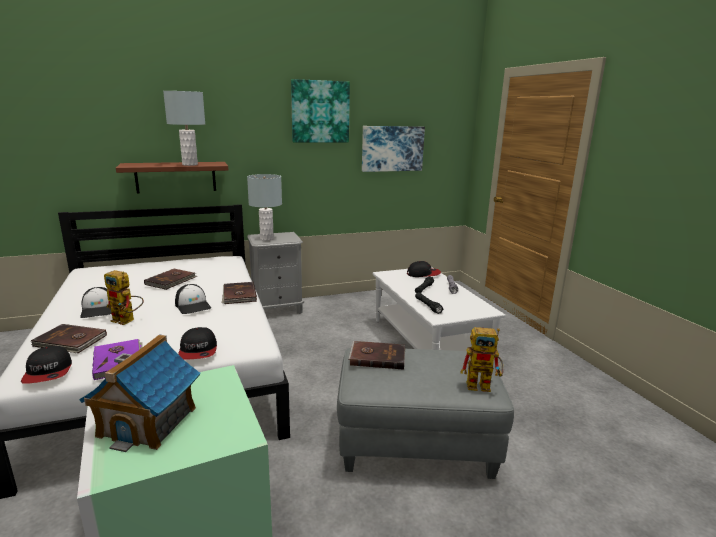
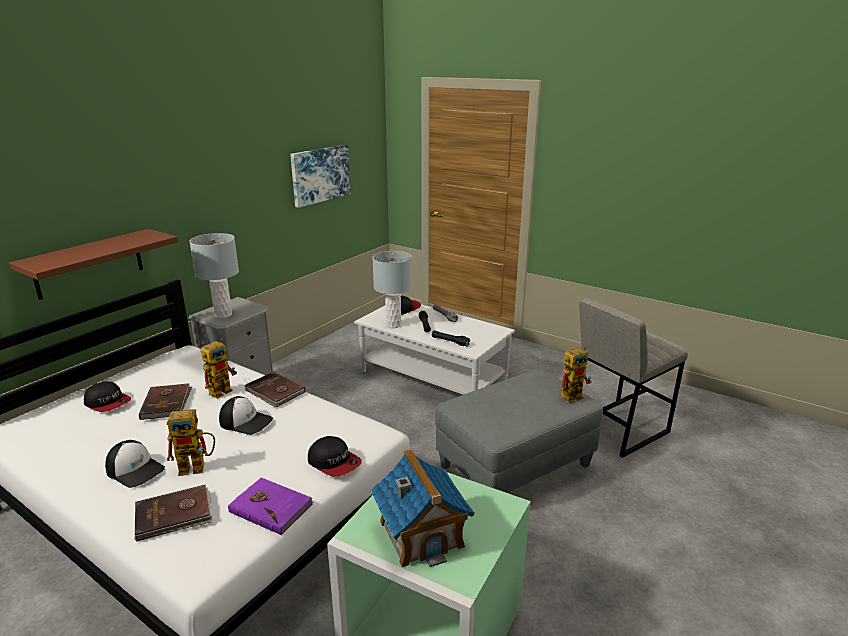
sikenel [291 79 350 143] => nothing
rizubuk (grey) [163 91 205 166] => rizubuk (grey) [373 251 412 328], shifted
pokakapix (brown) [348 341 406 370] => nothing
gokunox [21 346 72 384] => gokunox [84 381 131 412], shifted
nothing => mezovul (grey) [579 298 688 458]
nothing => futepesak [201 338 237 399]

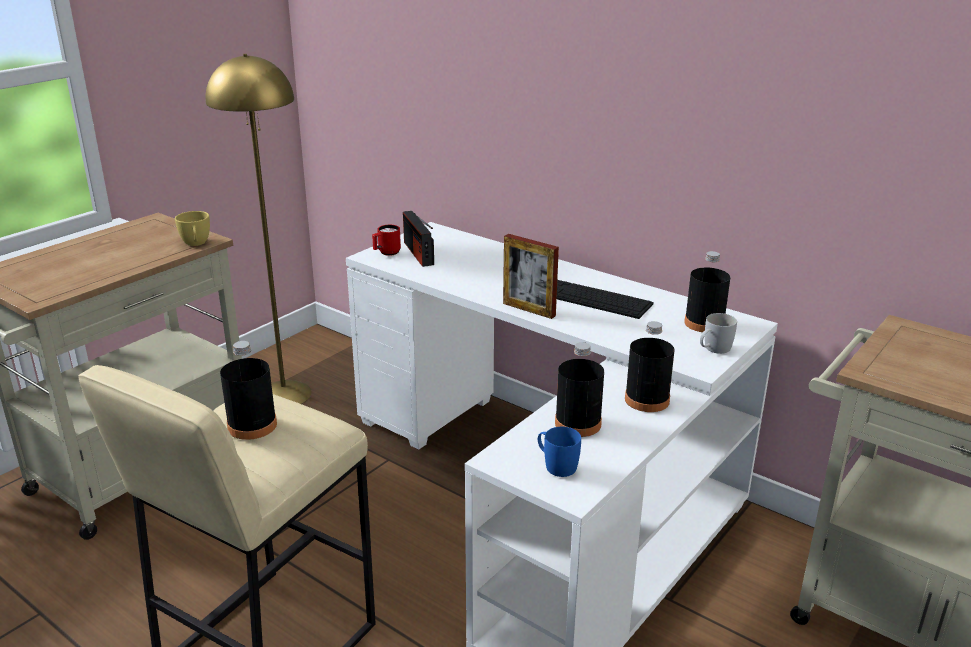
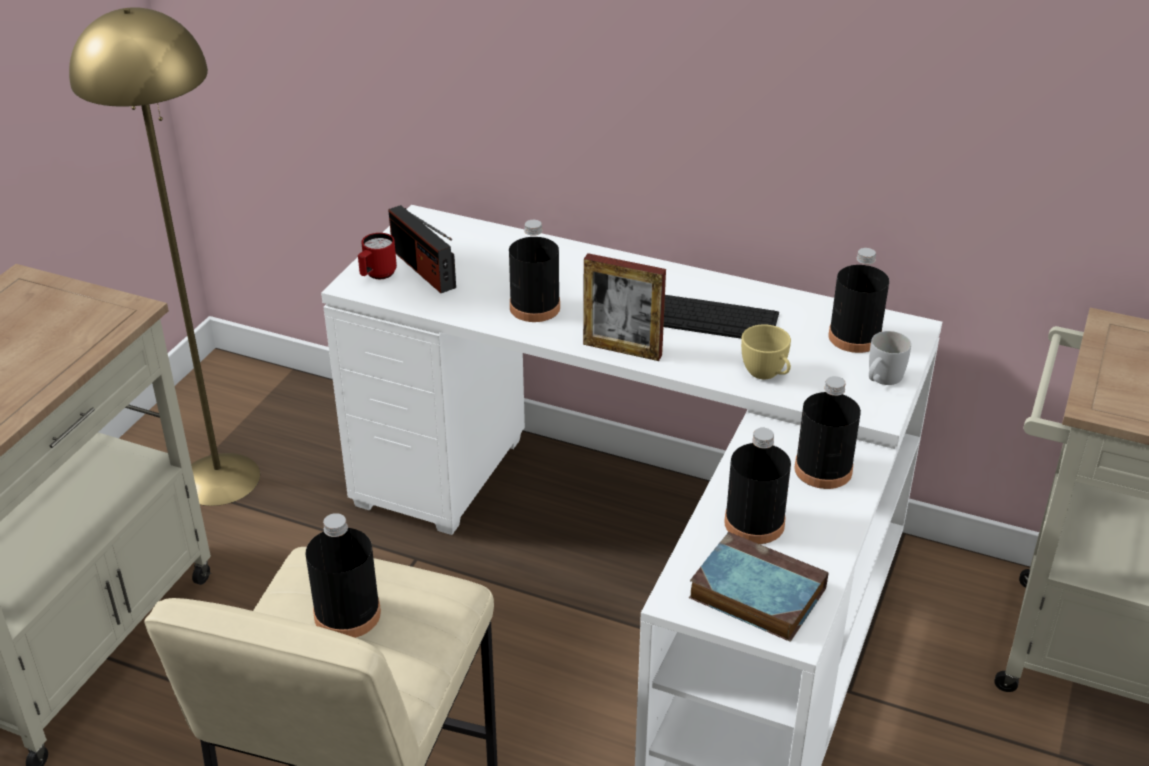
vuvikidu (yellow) [175 211 210 246] => vuvikidu (yellow) [741 324 791 379], shifted
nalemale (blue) [538 427 581 477] => pokakapix [689 532 828 642]
nothing => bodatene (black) [509 220 560 322]

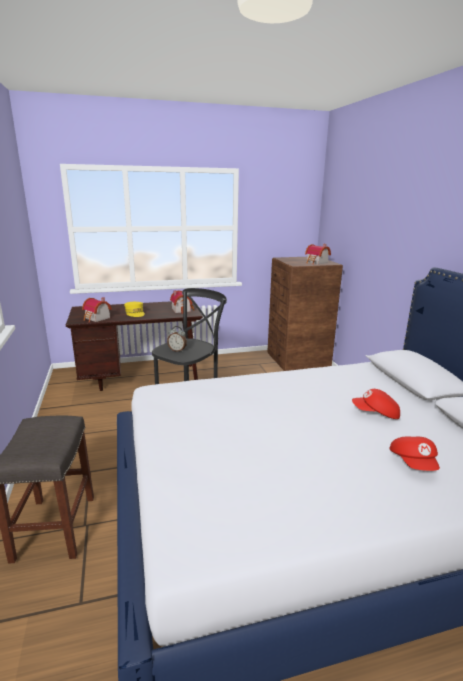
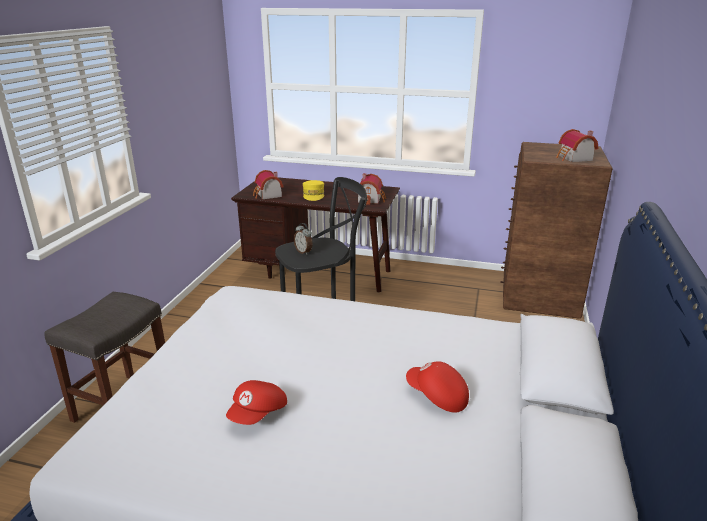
gokunox (red) [390 437 440 471] => gokunox (red) [226 380 287 425], shifted

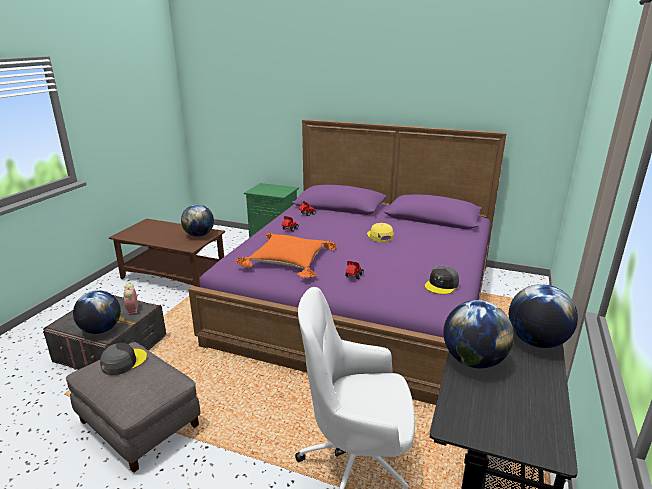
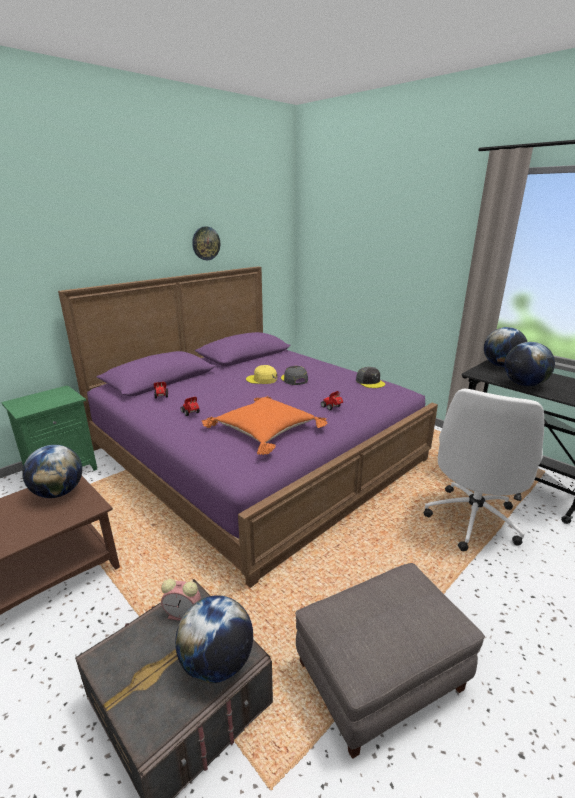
gokunox (grey) [100 343 147 376] => gokunox (grey) [281 366 308 385], shifted
nothing => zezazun [192 227 220 260]

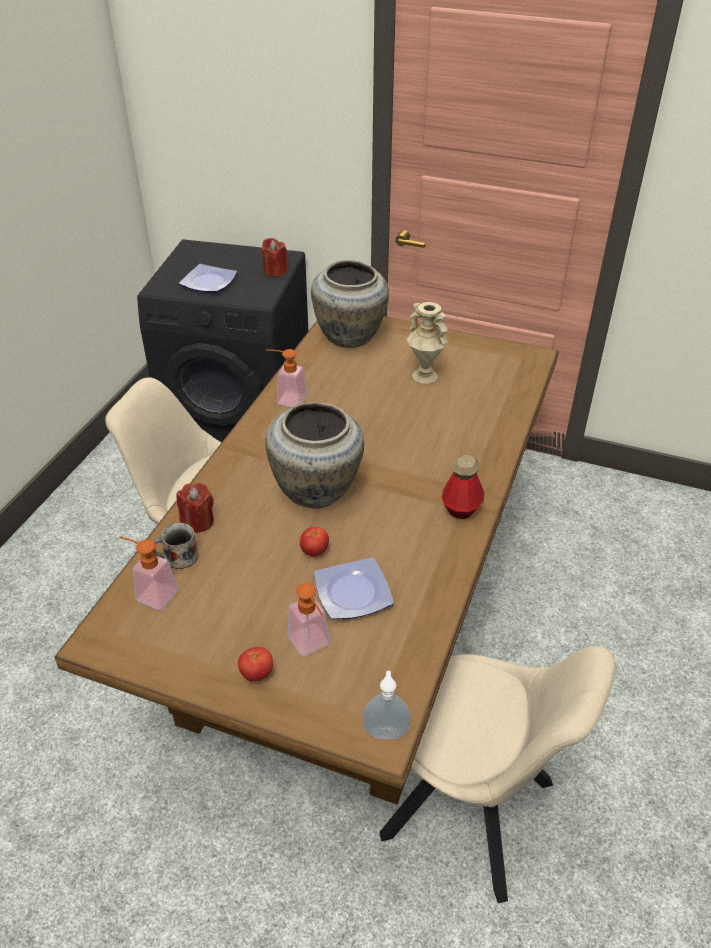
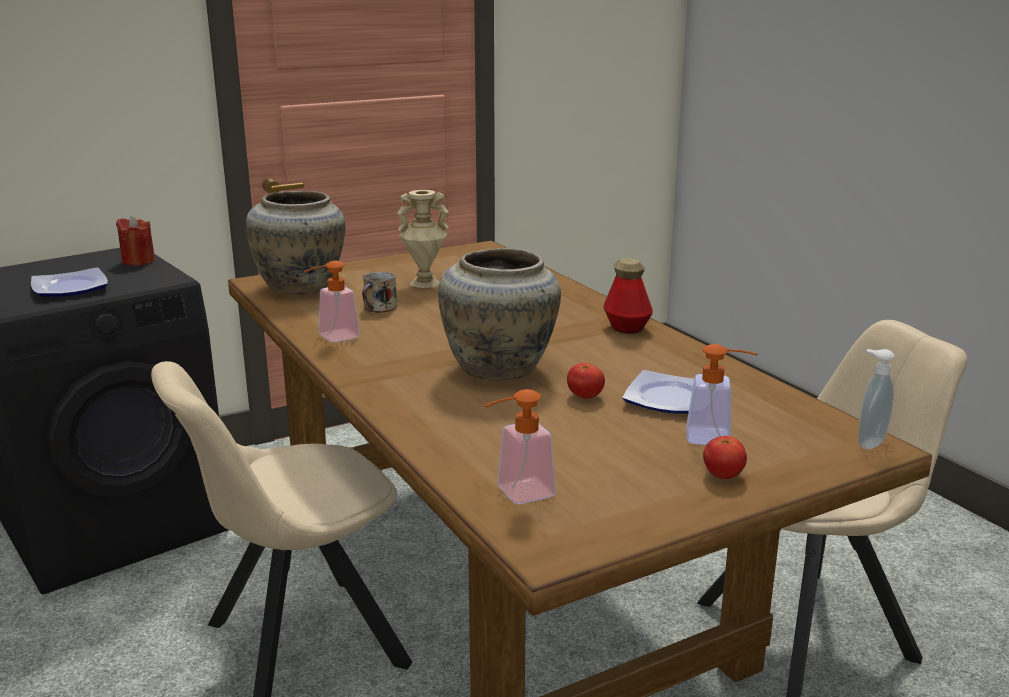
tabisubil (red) [176 483 214 533] => nothing
nalemale [153 523 198 569] => nalemale [362 272 397 313], shifted

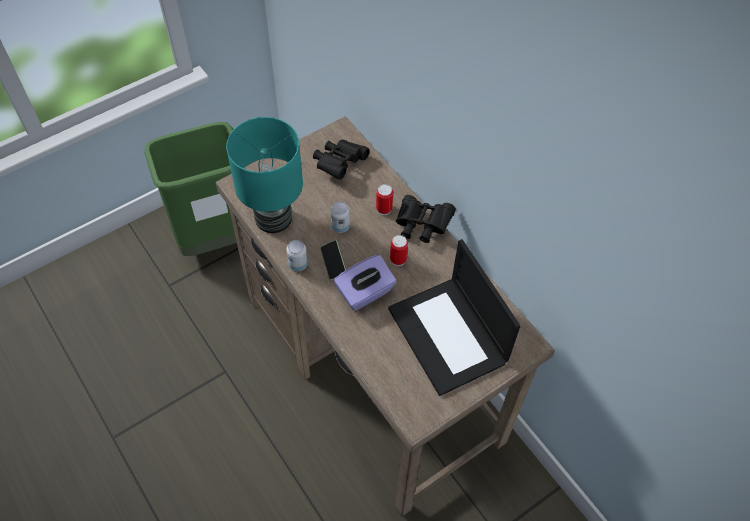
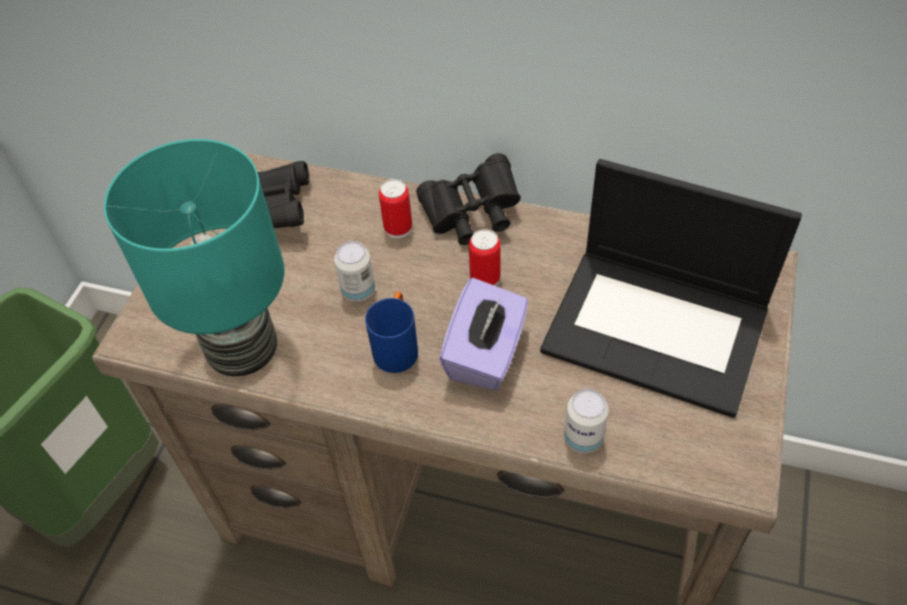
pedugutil [286 240 308 271] => pedugutil [564 389 609 453], shifted
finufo [320 240 346 280] => nalemale (blue) [365 291 418 373]

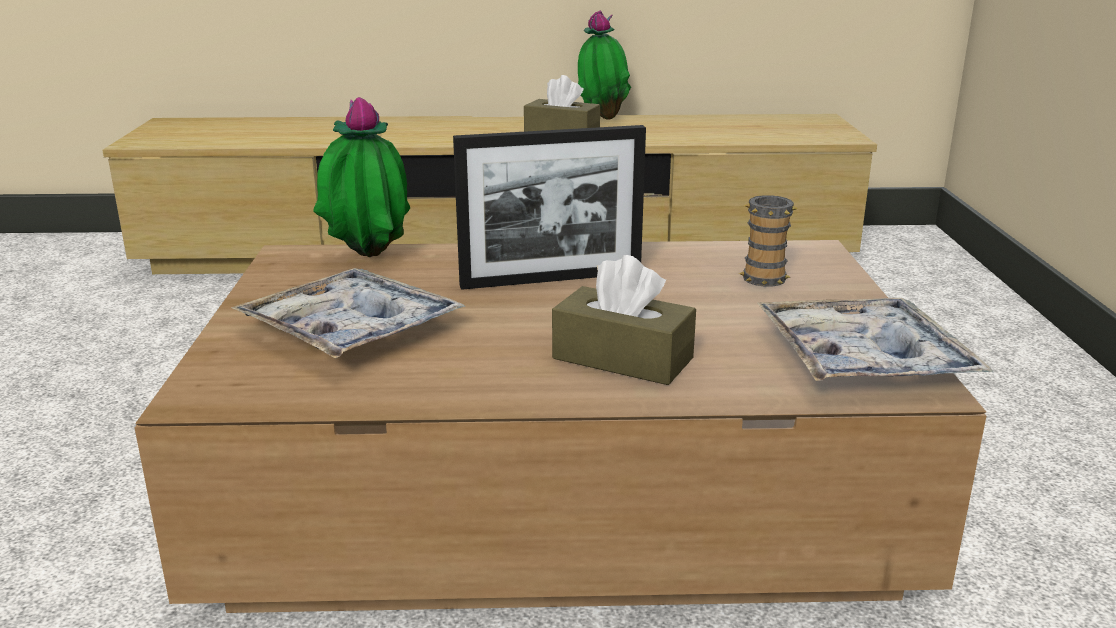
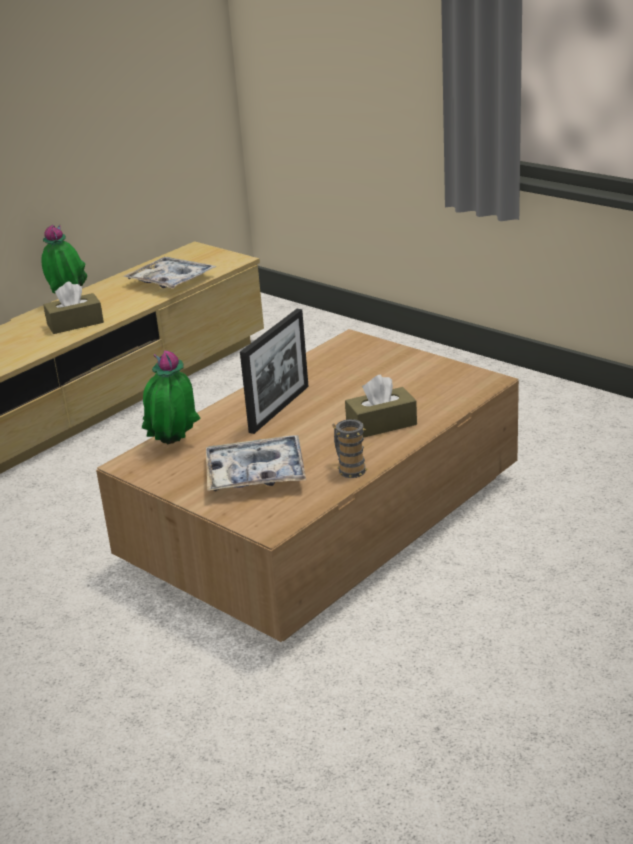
nalemale [739 195 798 287] => nalemale [332 419 368 478], shifted
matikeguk [757 298 993 381] => matikeguk [123 257 216 289], shifted

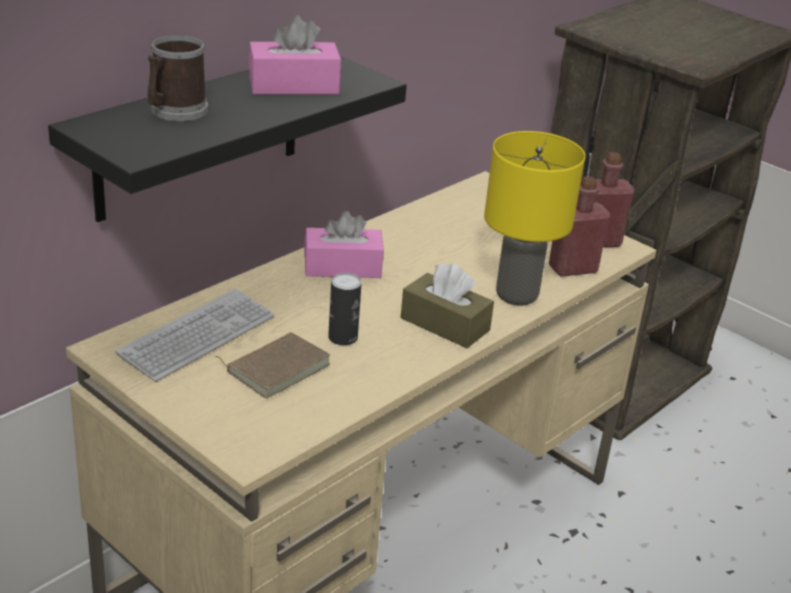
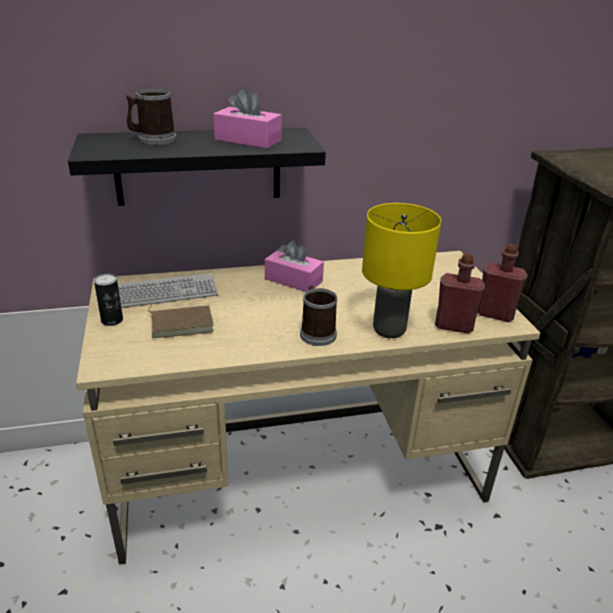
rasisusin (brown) [401 263 494 348] => nalemale [300 285 337 346]
pedugutil [328 273 362 345] => pedugutil [94 274 123 326], shifted

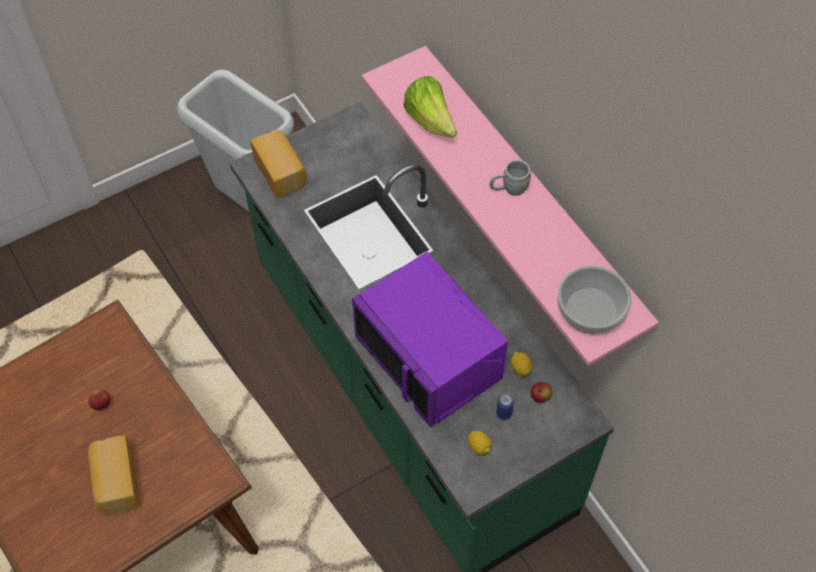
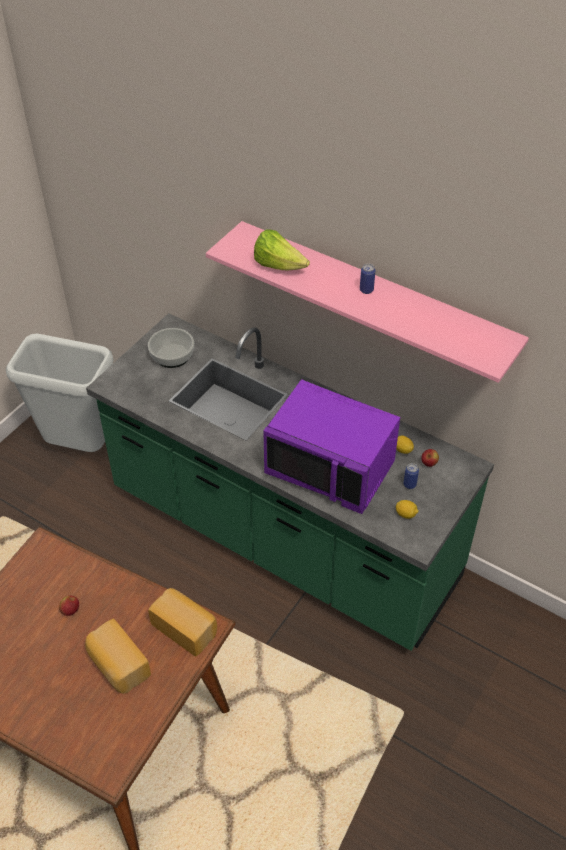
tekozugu [250 130 306 198] => tekozugu [148 588 217 656], shifted
nalemale (grey) [490 160 531 196] => pedugutil [360 263 375 294]
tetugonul [557 266 631 334] => tetugonul [148 328 194 368], shifted

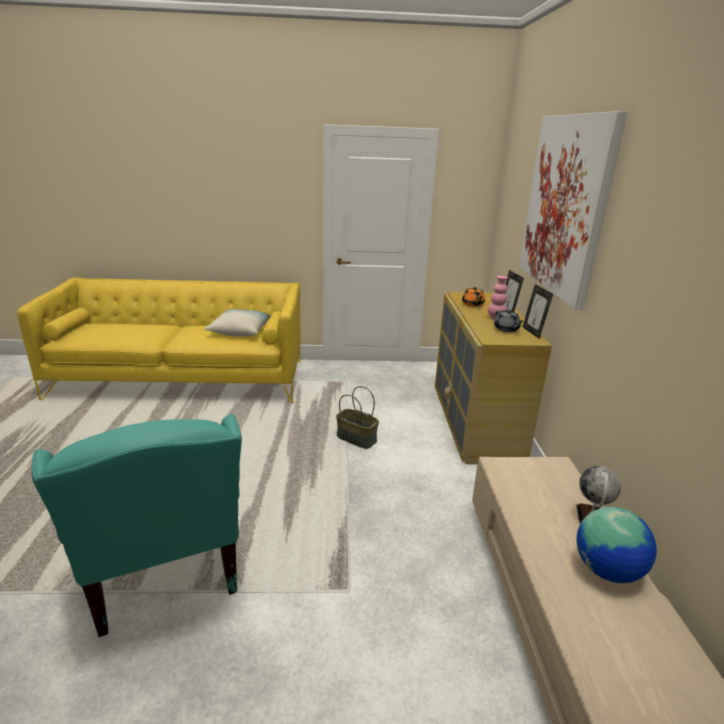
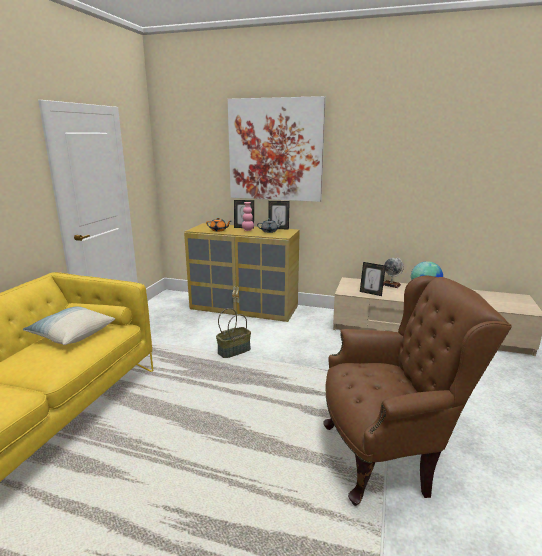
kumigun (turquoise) [32 413 242 637] => kumigun (brown) [323 276 512 506]
nothing => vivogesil [360 262 386 296]

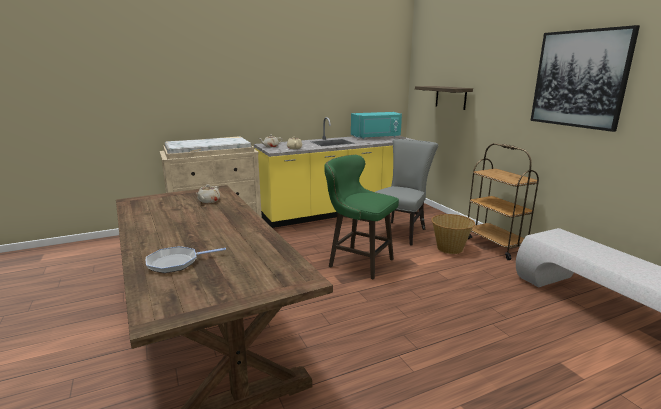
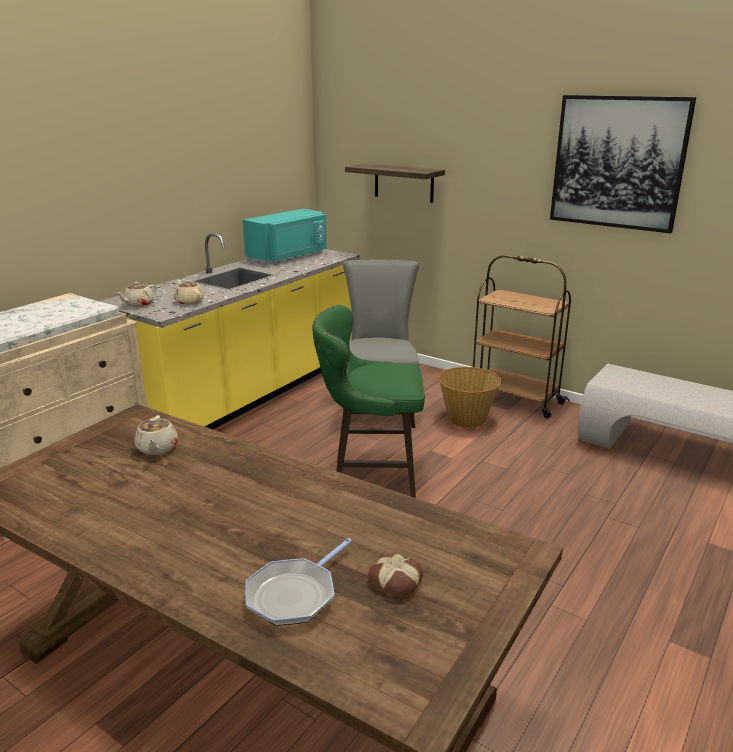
nothing => tekozugu [368 553 423 597]

